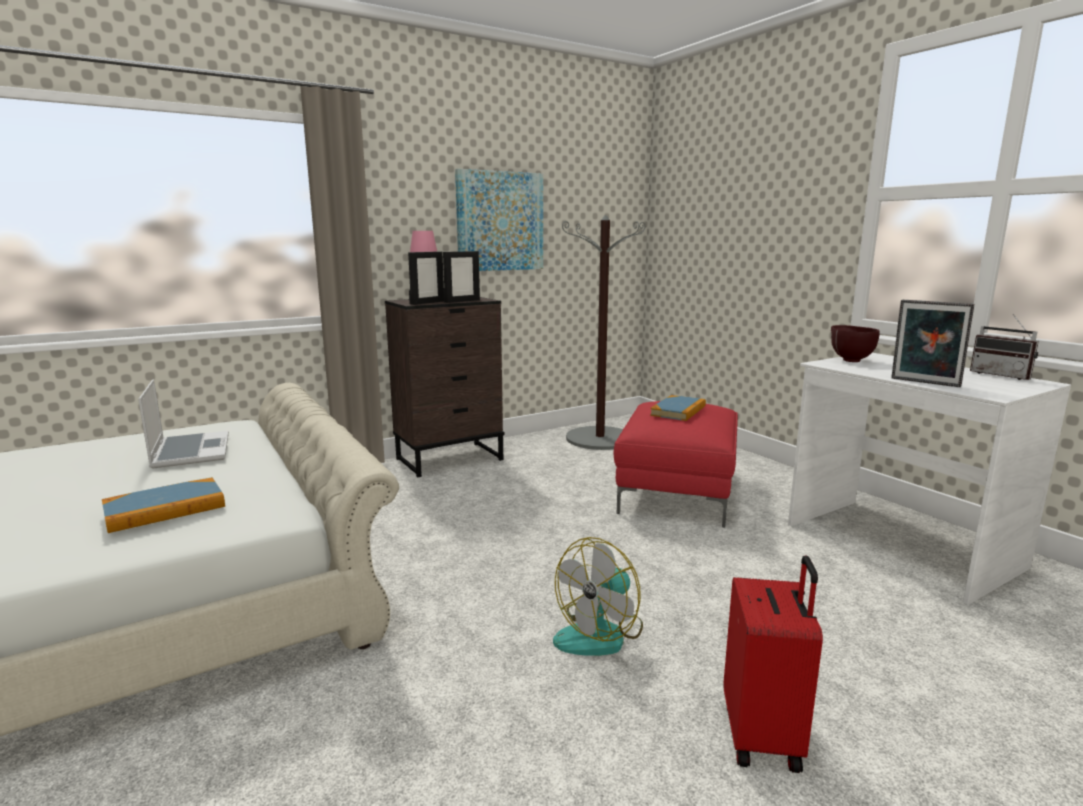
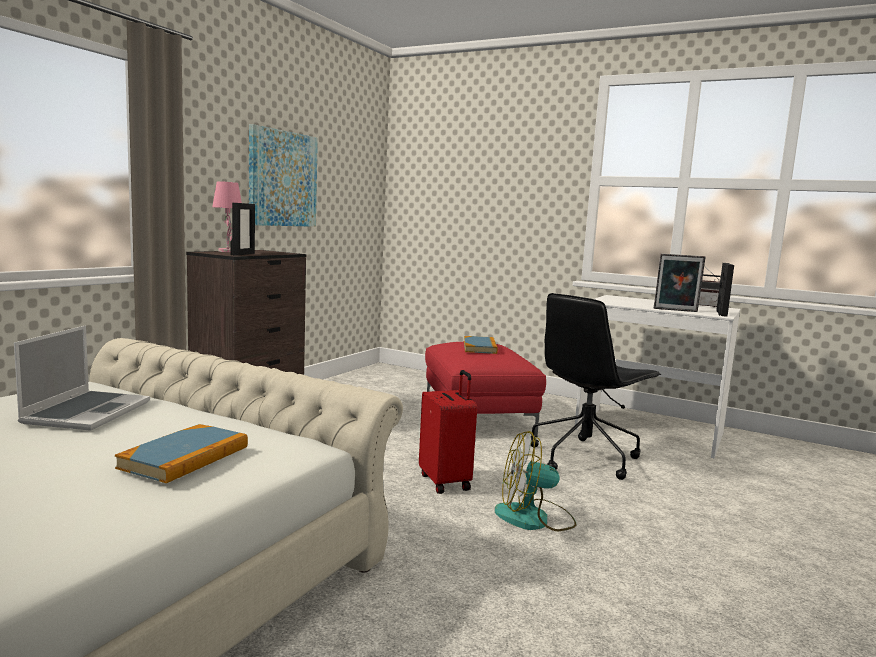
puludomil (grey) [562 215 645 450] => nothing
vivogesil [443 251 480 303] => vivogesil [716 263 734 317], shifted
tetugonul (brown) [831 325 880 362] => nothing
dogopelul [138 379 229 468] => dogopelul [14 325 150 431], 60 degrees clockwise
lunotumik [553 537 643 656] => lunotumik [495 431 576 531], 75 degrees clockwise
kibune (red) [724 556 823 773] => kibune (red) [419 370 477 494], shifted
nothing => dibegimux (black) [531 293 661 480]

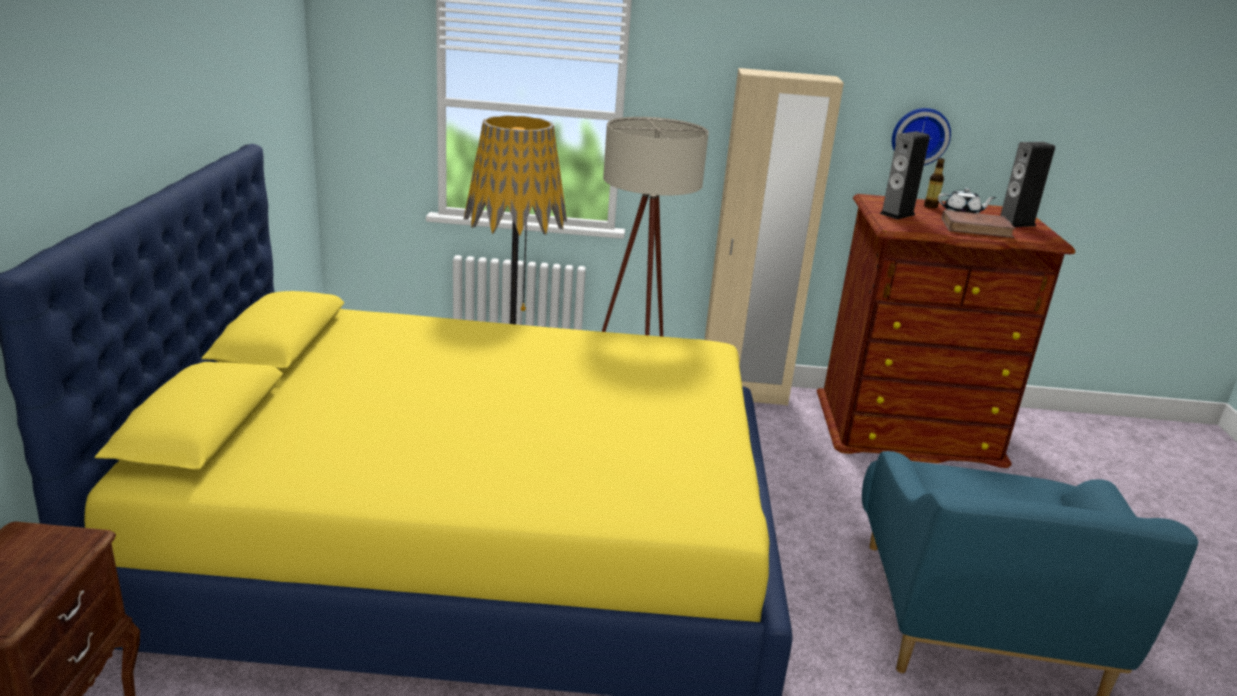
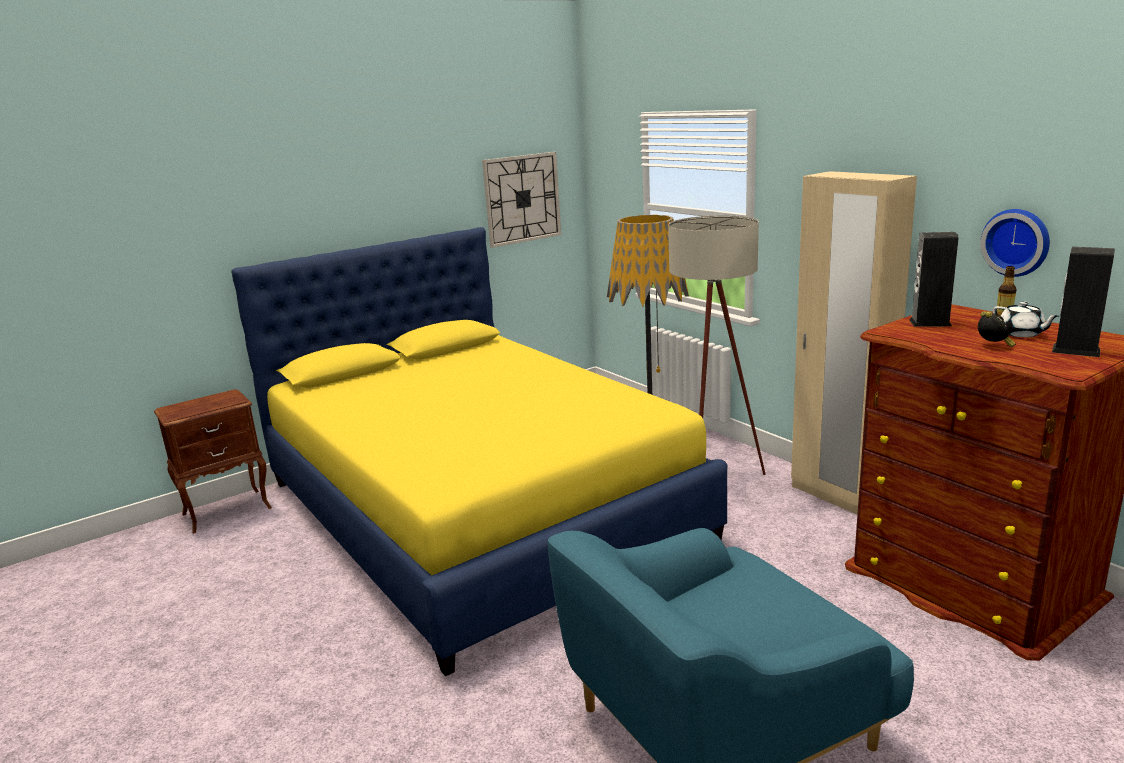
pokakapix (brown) [942 210 1015 238] => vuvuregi [978 311 1016 347]
nothing => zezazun [482 152 561 248]

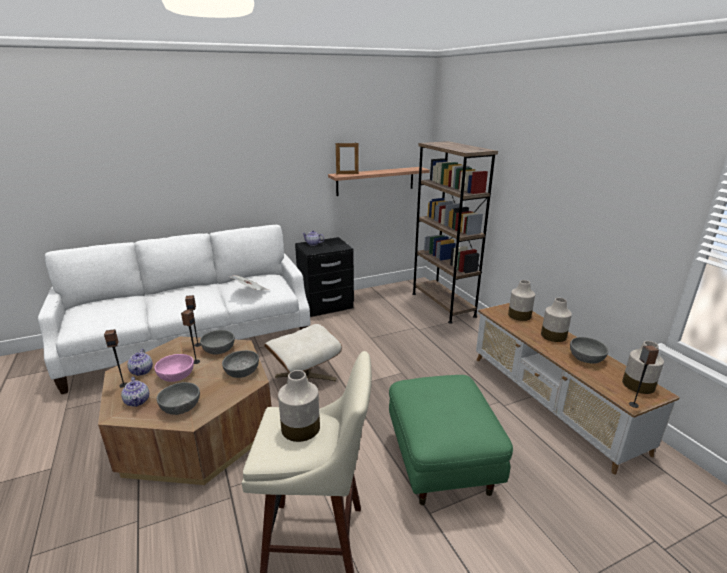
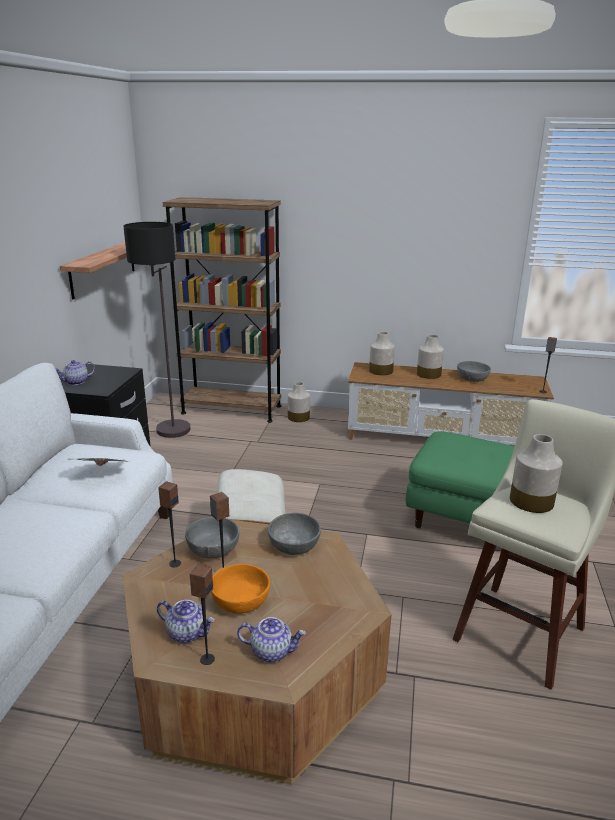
vivogesil [336 142 359 174] => nothing
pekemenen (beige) [622 341 664 394] => pekemenen (beige) [288 382 310 422], shifted
tetugonul (pink) [154 354 194 382] => tetugonul (orange) [211 564 270 614]
tetugonul (grey) [157 382 200 415] => nothing
nothing => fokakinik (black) [124 222 191 438]

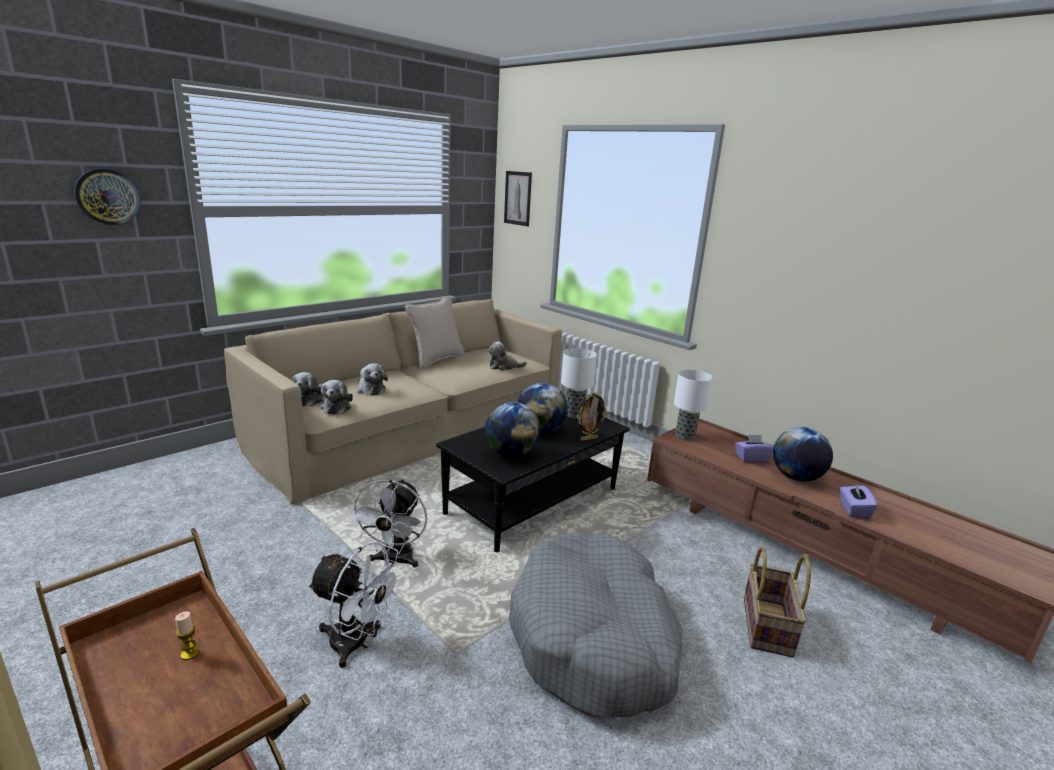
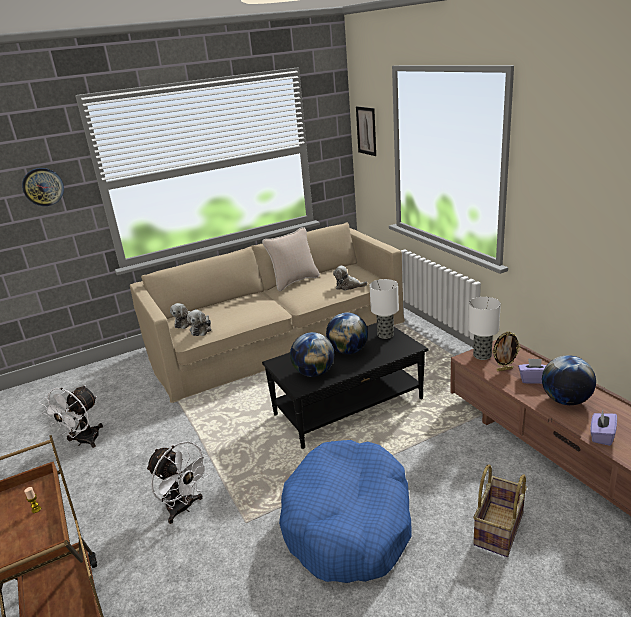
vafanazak [357 363 388 396] => nothing
vivogesil [577 392 607 441] => vivogesil [492 331 521 371], shifted
lunotumik (white) [348 479 427 567] => lunotumik (white) [39 385 103 448], shifted
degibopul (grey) [509 532 683 719] => degibopul (blue) [279 440 412 583]

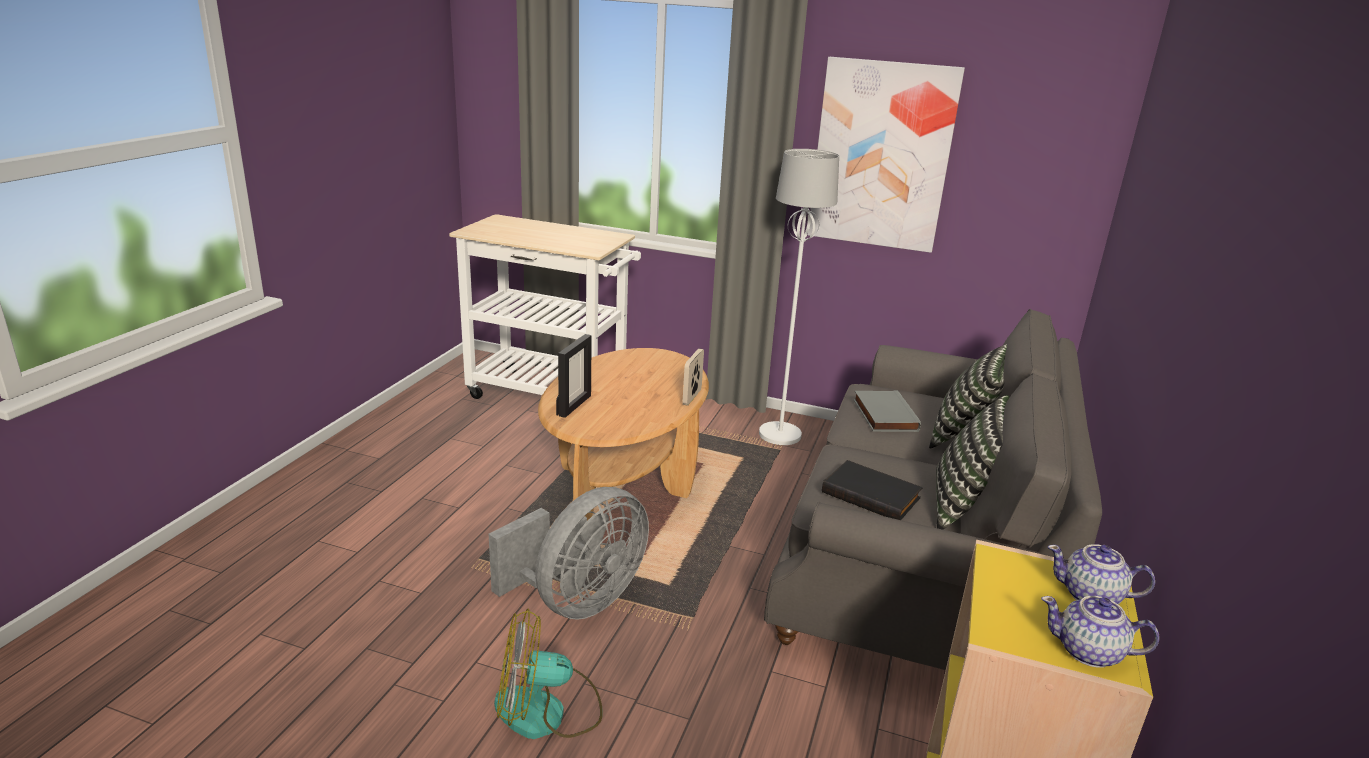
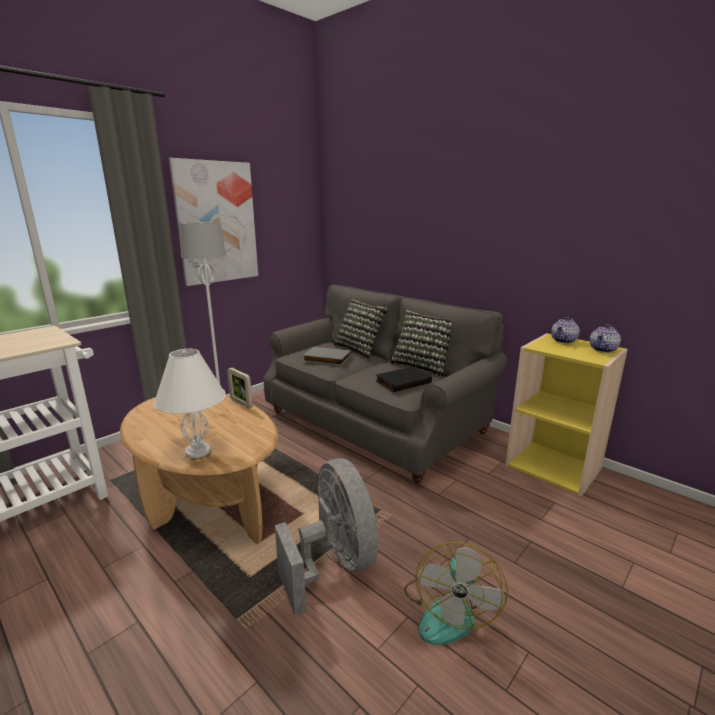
vivogesil [556 334 592 418] => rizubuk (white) [154 349 226 458]

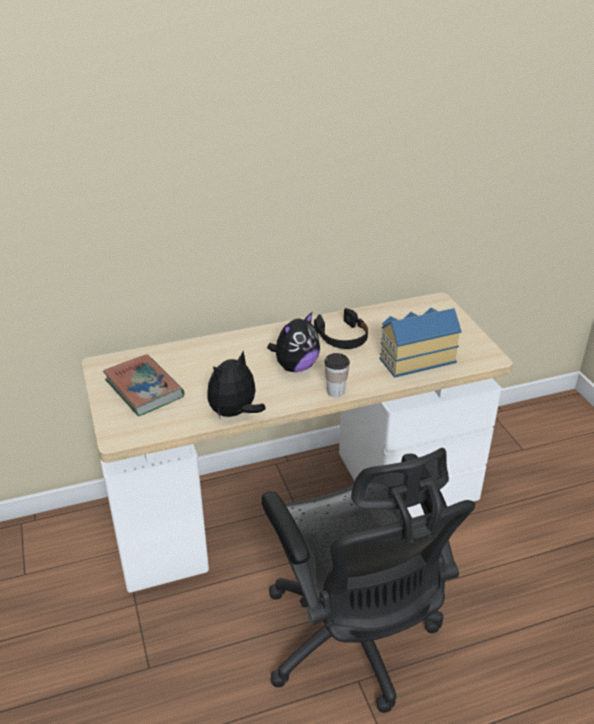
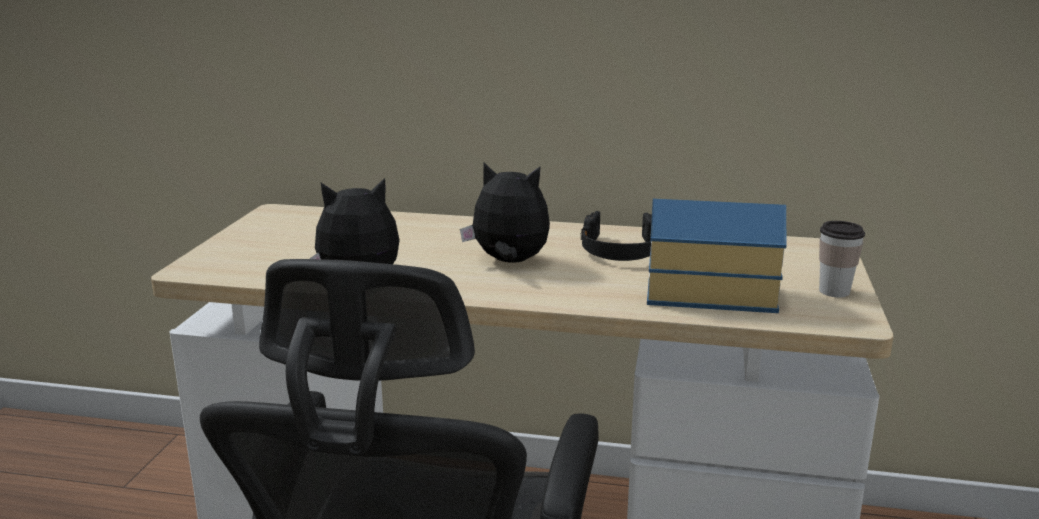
vafanazak [267 312 320 372] => vafanazak [460 162 550 263], 150 degrees counterclockwise
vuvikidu [324 353 350 397] => vuvikidu [819 221 865 297], shifted
pokakapix [103 355 184 416] => nothing

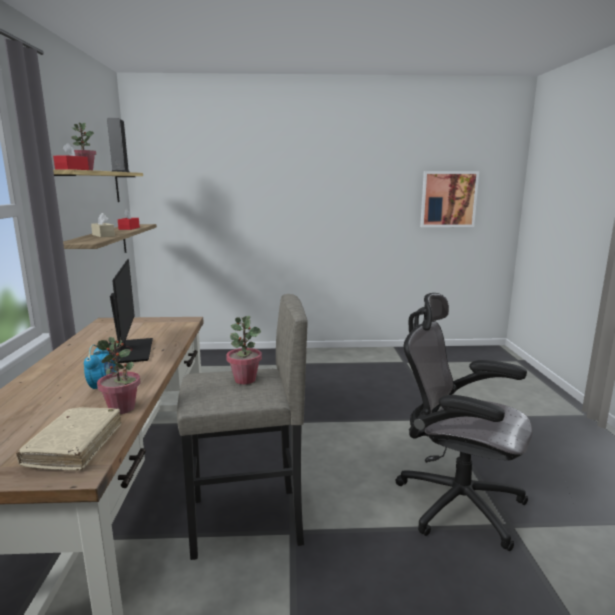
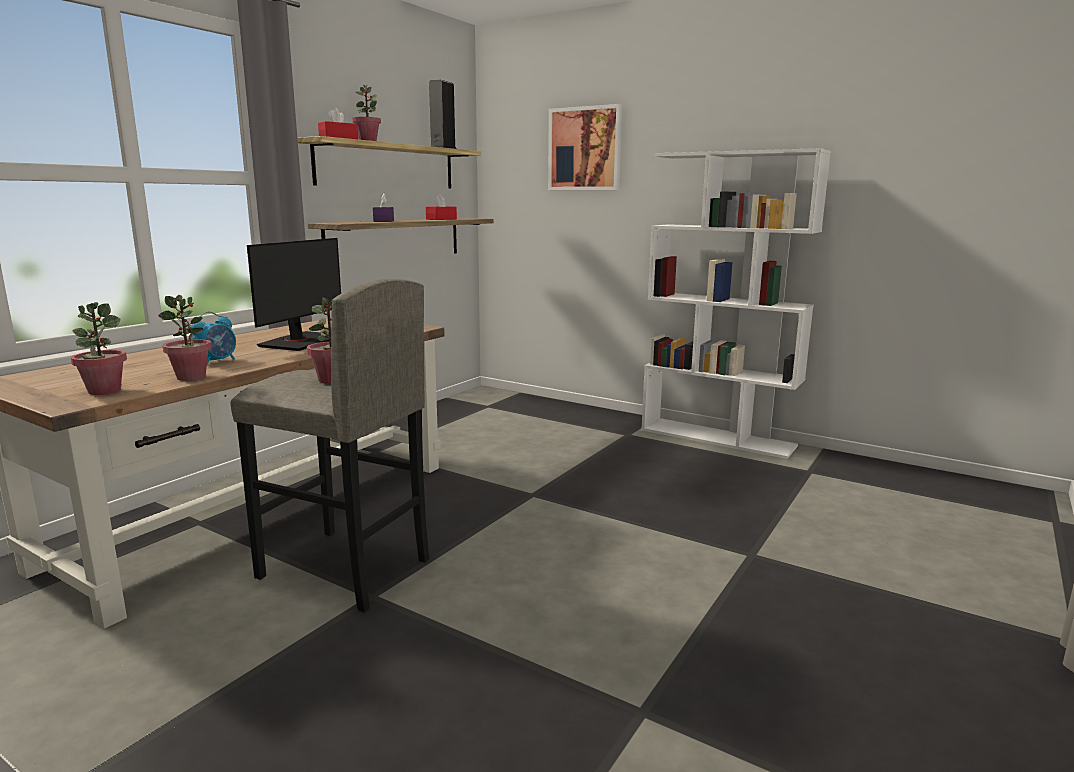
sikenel [420 171 479 227] => sikenel [548 104 622 190], shifted
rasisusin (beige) [91 213 115 237] => rasisusin (purple) [373 194 394 222]
dibegimux [395 293 533 551] => nothing
pokakapix (beige) [16 407 121 470] => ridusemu [71 302 127 395]
nothing => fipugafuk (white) [641 148 831 459]

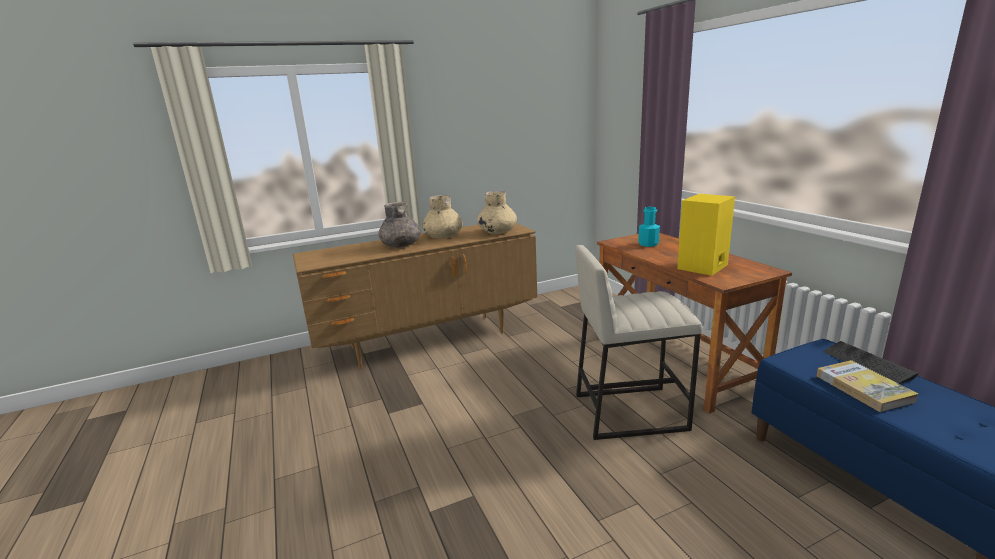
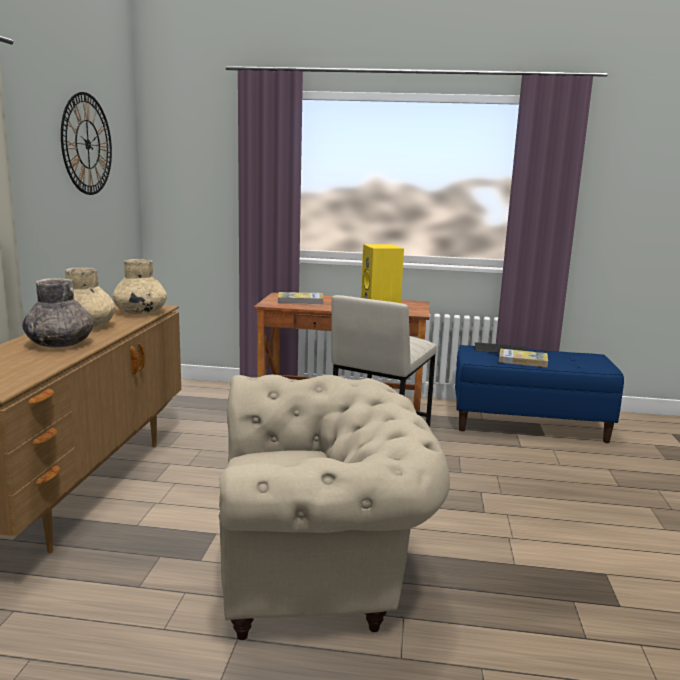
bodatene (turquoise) [638 207 660 247] => pokakapix [278 292 324 305]
nothing => zezazun [61 92 112 195]
nothing => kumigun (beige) [219 375 450 640]

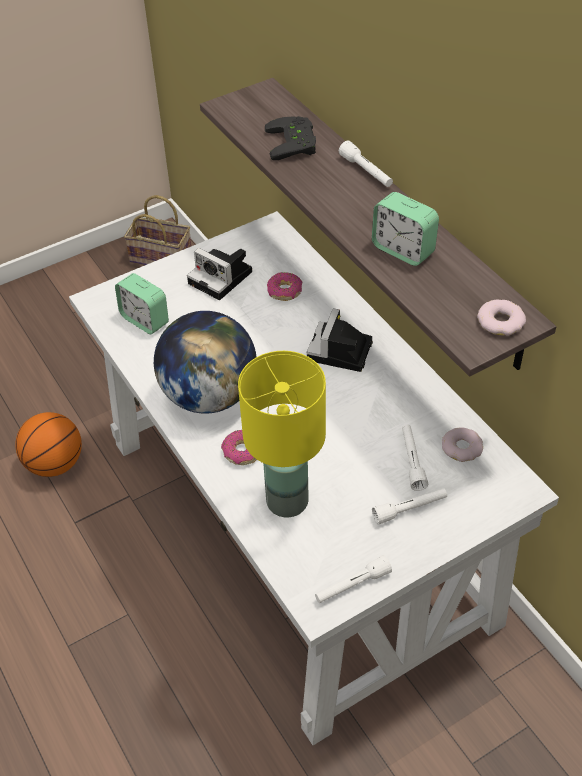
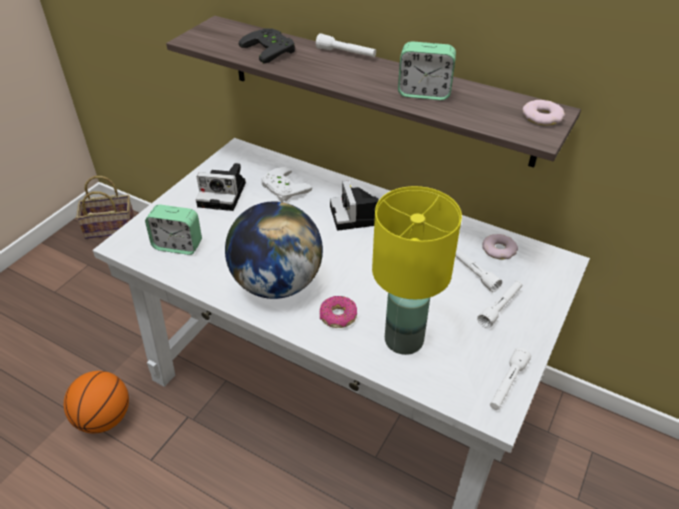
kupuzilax [267 272 302 301] => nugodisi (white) [261 167 312 202]

